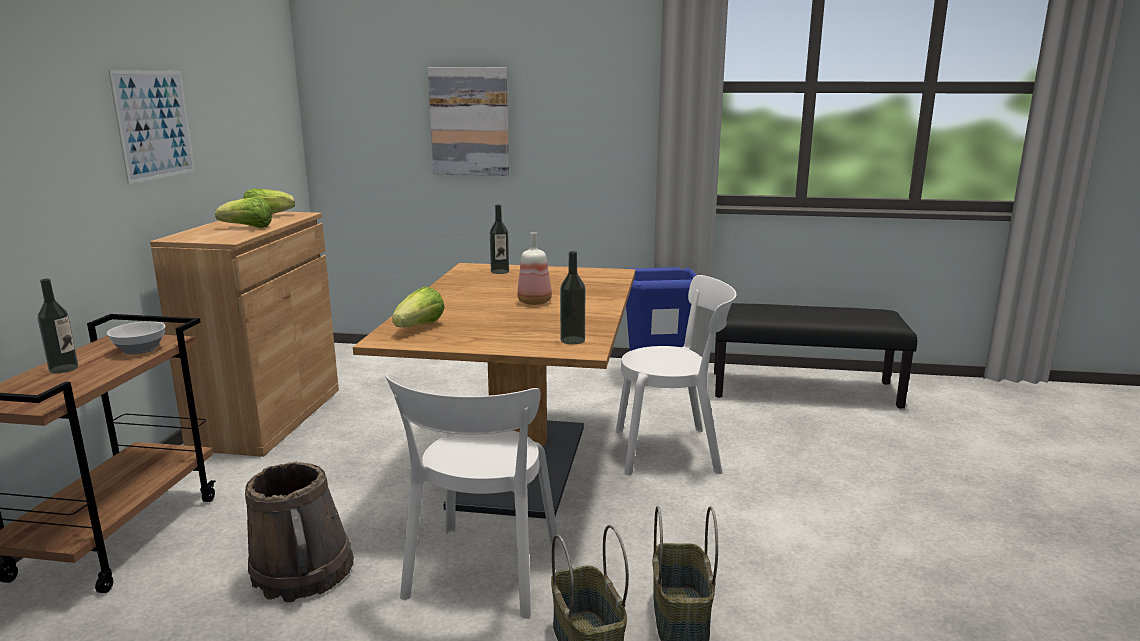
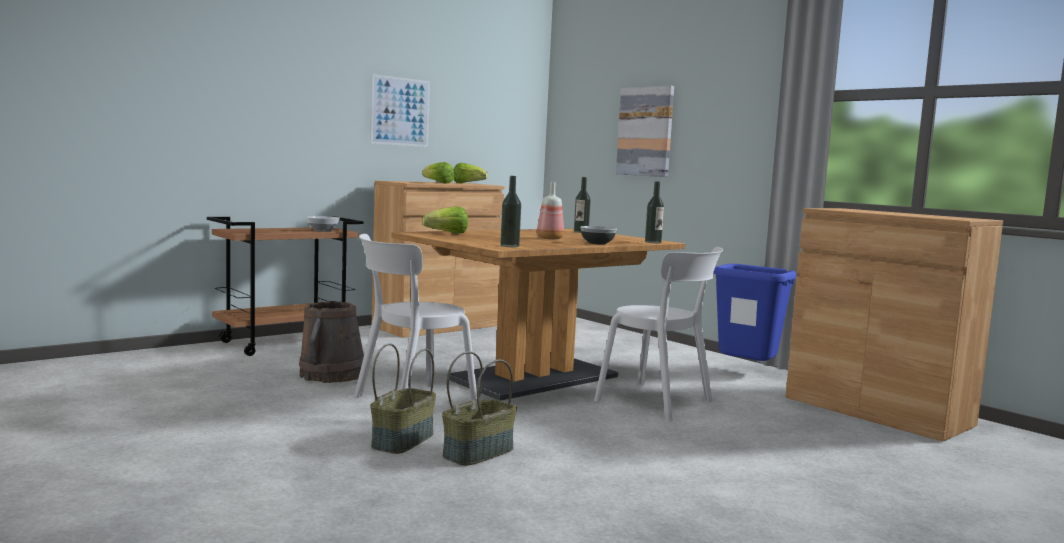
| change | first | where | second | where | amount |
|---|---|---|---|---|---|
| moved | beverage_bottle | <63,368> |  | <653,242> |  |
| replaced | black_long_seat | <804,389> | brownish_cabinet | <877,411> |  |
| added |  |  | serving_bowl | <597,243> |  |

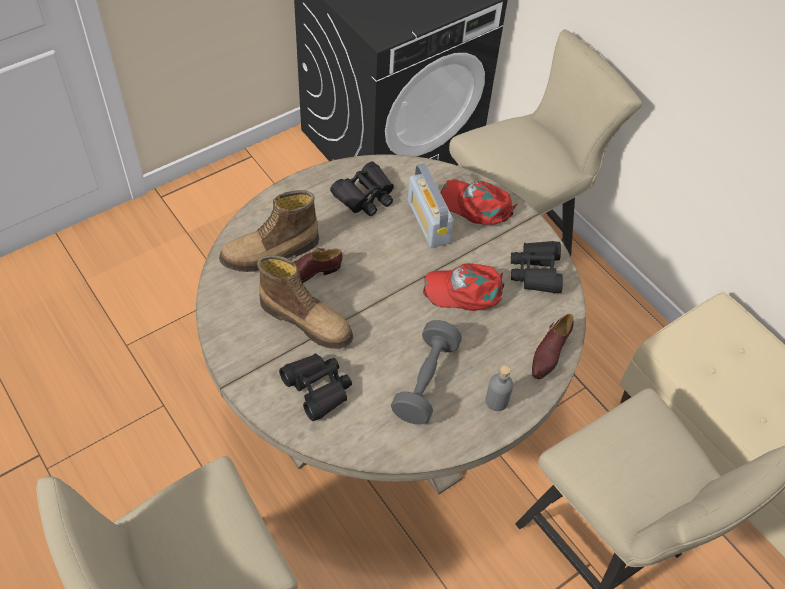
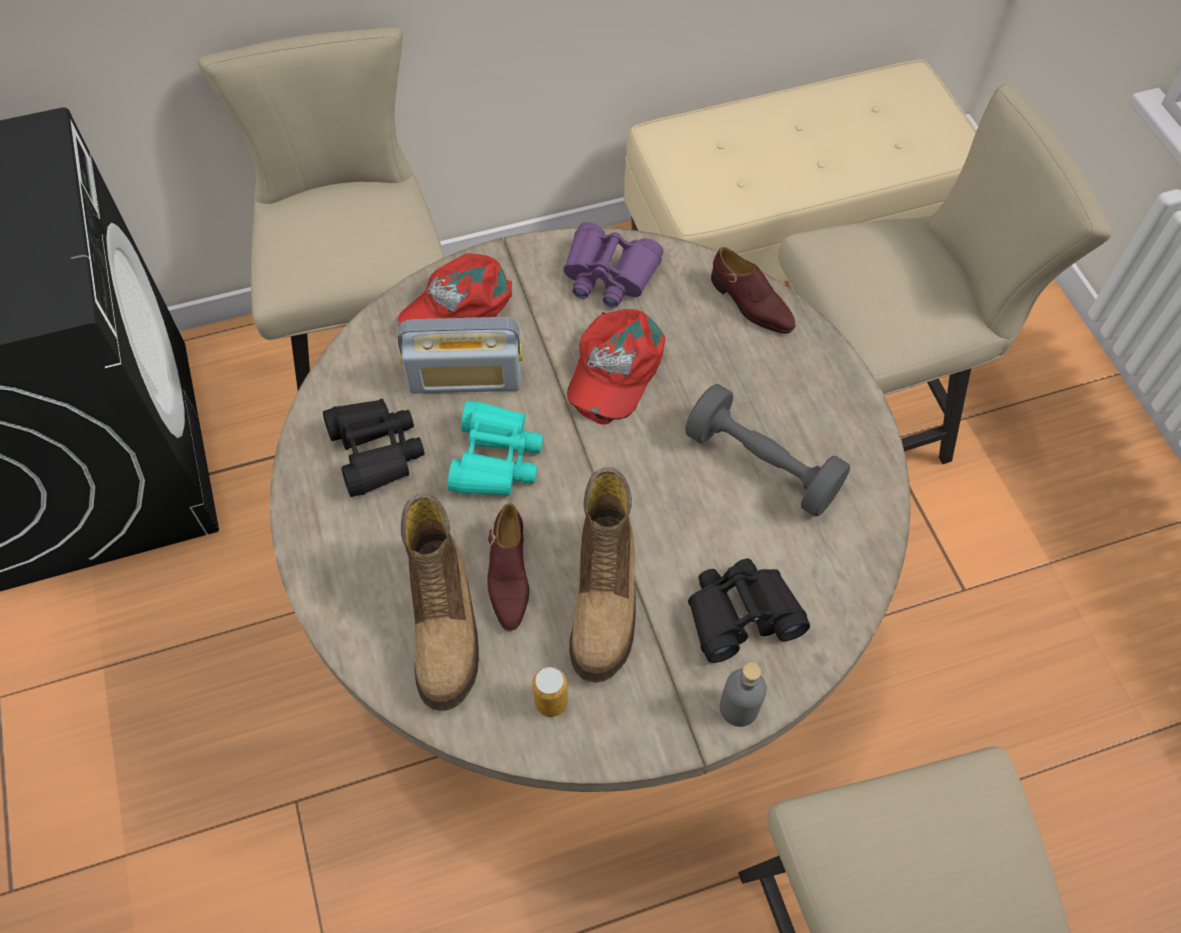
| change | first | where | second | where | amount |
|---|---|---|---|---|---|
| recoloured | black_pair_of_binoculars | <536,272> | purple-coloured_pair_of_binoculars | <609,274> |  |
| turned | tall_boot | <307,320> |  | <605,600> | 135 degrees clockwise |
| moved | gray_beverage_bottle | <496,401> |  | <738,708> |  |
| added |  |  | blue-green_pair_of_binoculars | <495,459> |  |
| added |  |  | can | <551,702> |  |

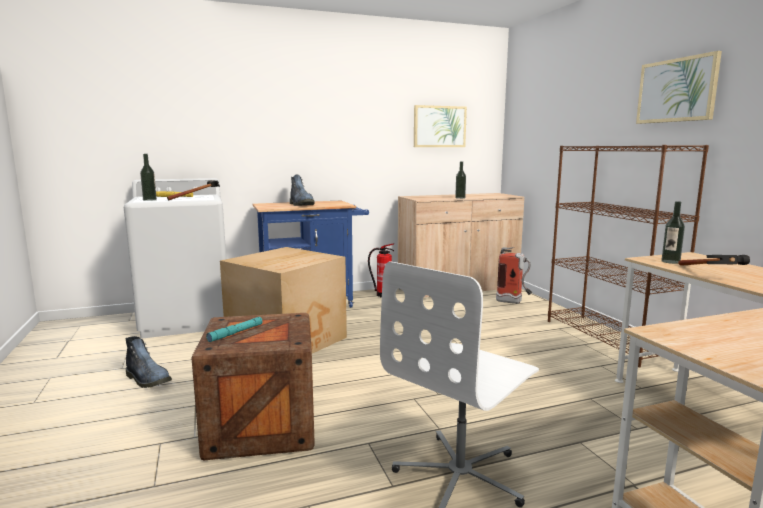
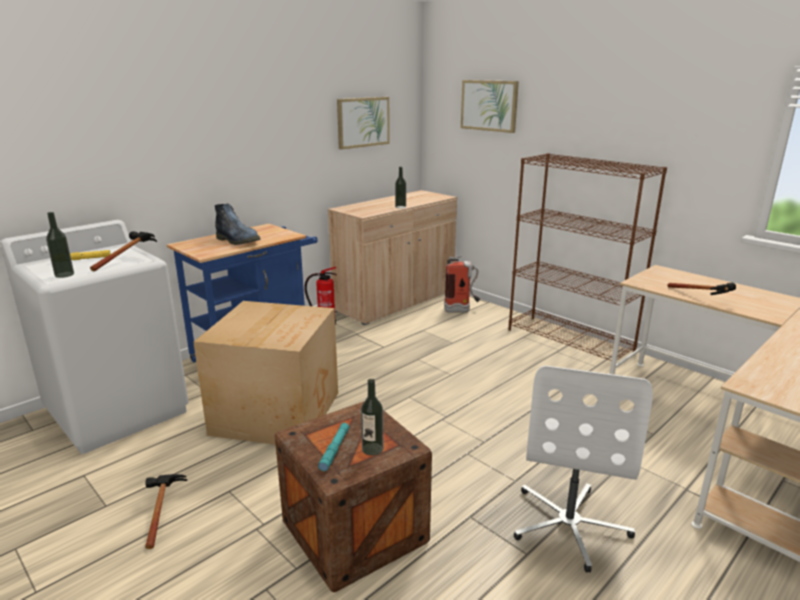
| change | first | where | second | where | amount |
|---|---|---|---|---|---|
| moved | wall_art | <677,90> |  | <489,105> |  |
| moved | beverage_bottle | <670,261> |  | <372,449> |  |
| replaced | tall_boot | <148,380> | hammer | <162,512> |  |

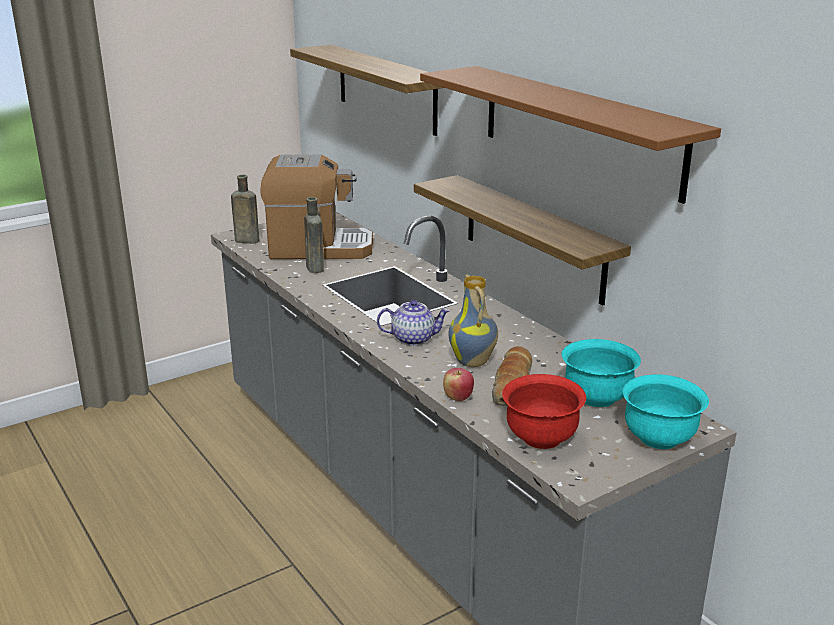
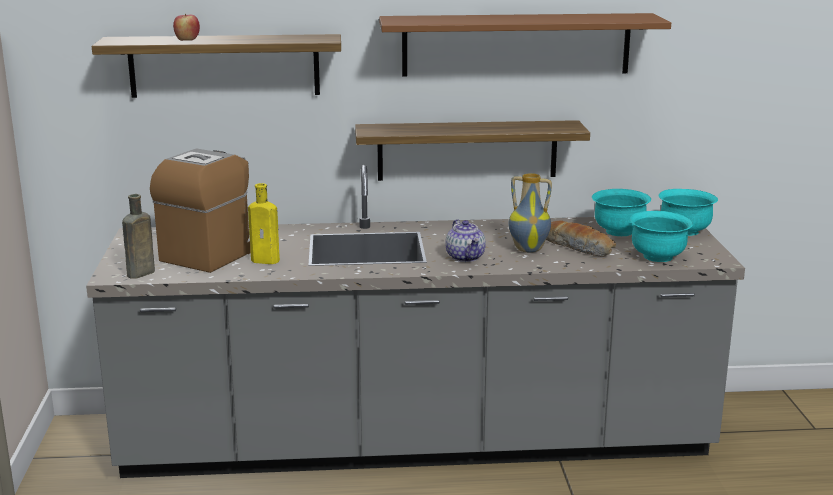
| change | first | where | second | where | amount |
|---|---|---|---|---|---|
| recoloured | brownish_beverage_bottle | <315,269> | yellow_beverage_bottle | <267,260> |  |
| turned | teapot | <413,338> |  | <466,257> | 135 degrees clockwise |
| moved | apple | <458,397> |  | <187,40> |  |
| recoloured | red-coloured_serving_bowl | <541,438> | blue-green_serving_bowl | <657,257> |  |

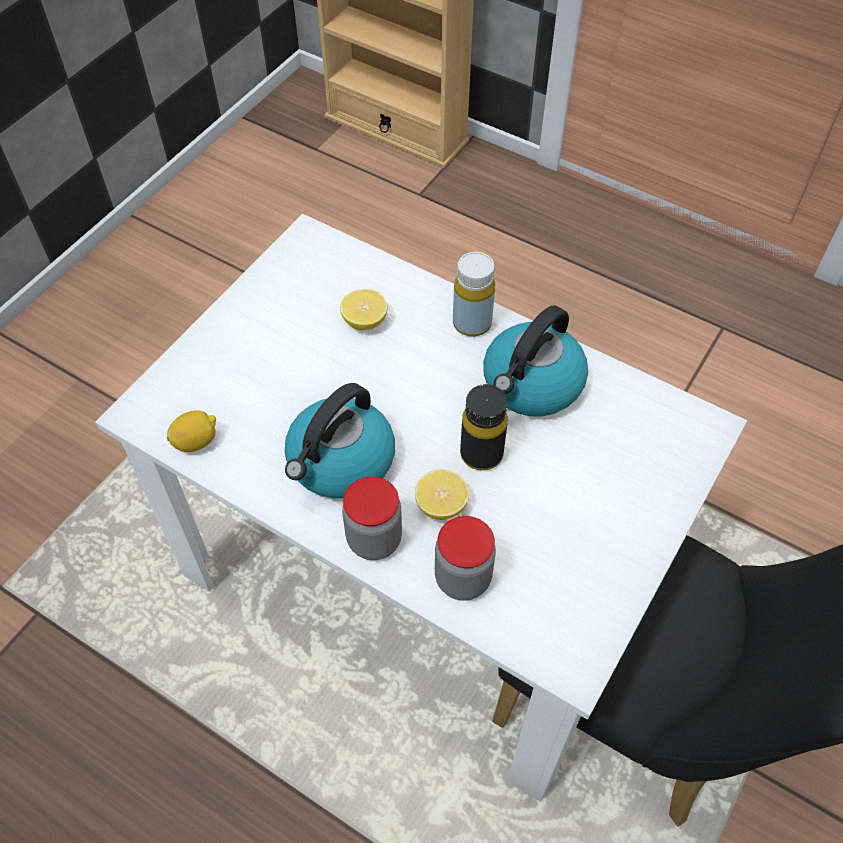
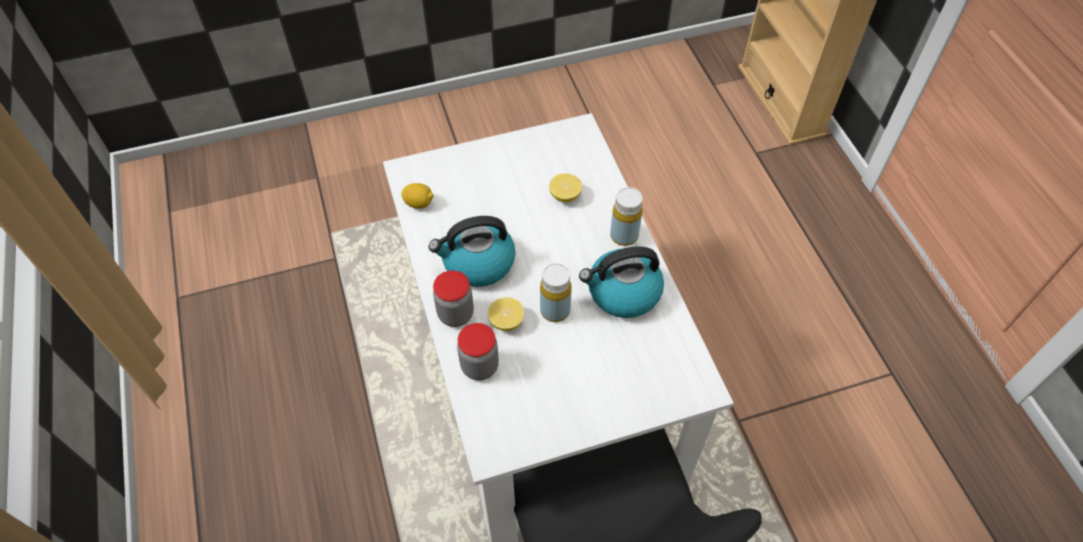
| change | first | where | second | where | amount |
|---|---|---|---|---|---|
| recoloured | black_beverage_bottle | <481,454> | yellow_beverage_bottle | <555,310> |  |

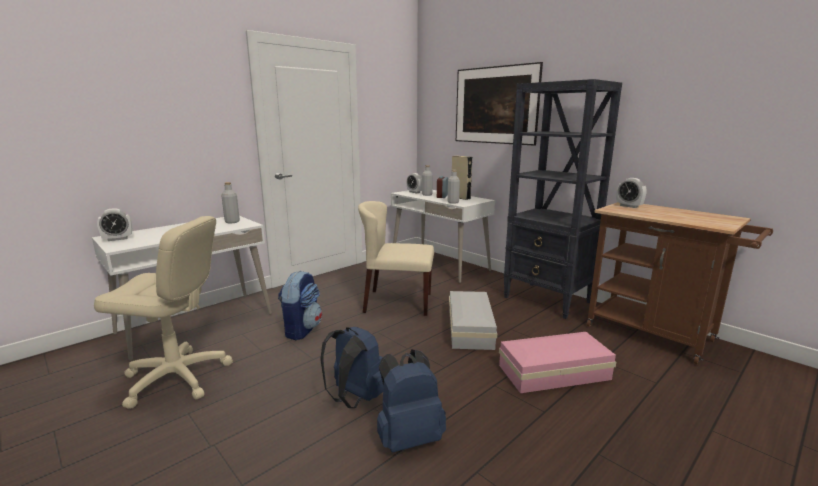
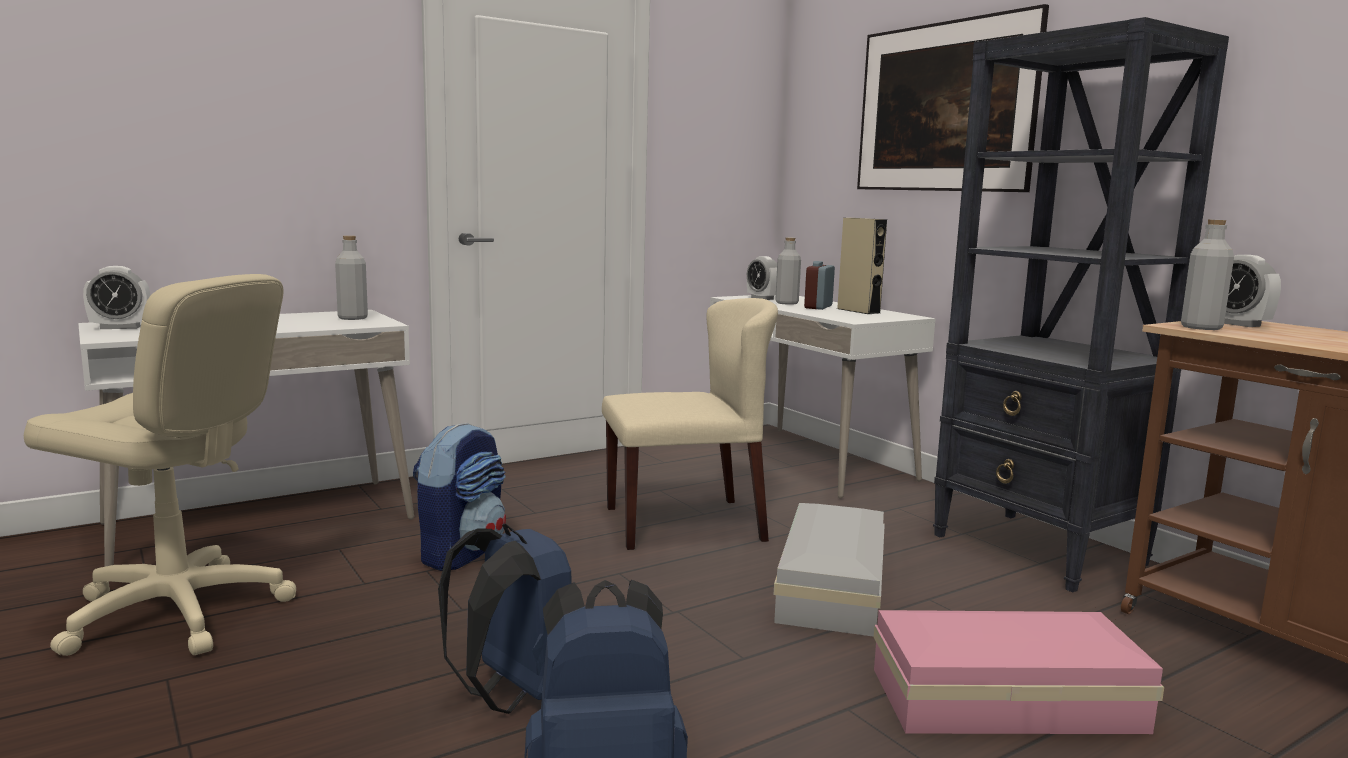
| change | first | where | second | where | amount |
|---|---|---|---|---|---|
| moved | gray_beverage_bottle | <453,202> |  | <1201,327> |  |
| turned | beige_chair | <397,302> |  | <685,523> | 150 degrees clockwise |

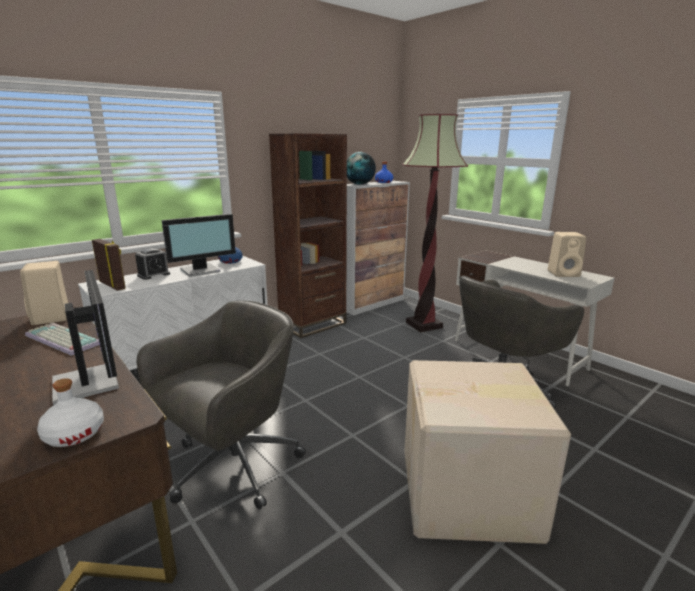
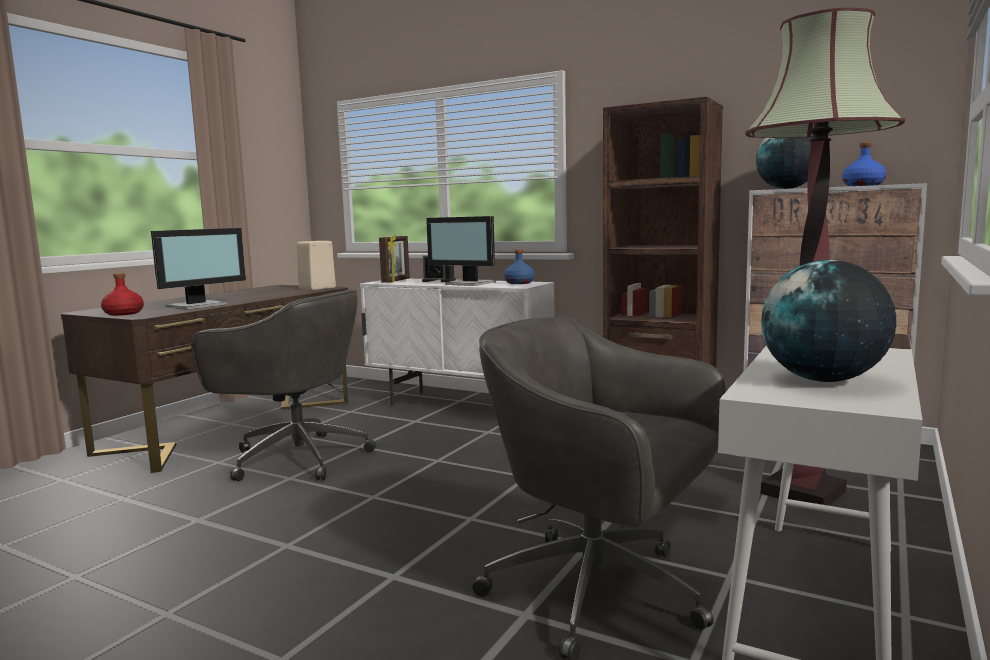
| change | first | where | second | where | amount |
|---|---|---|---|---|---|
| replaced | beige_audio_speaker | <564,274> | desk_globe | <823,380> |  |
| removed | keyboard | <60,340> |  |  |  |
| removed | carton | <469,494> |  |  |  |
| recoloured | white-coloured_beverage_bottle | <74,434> | red-coloured_beverage_bottle | <124,313> |  |

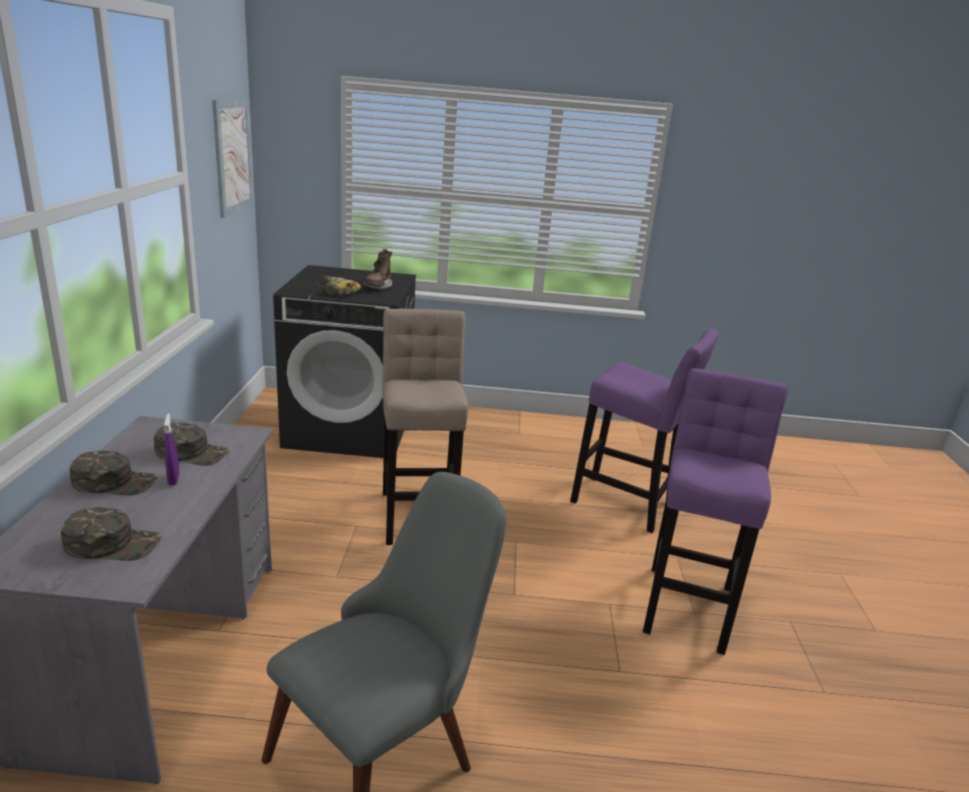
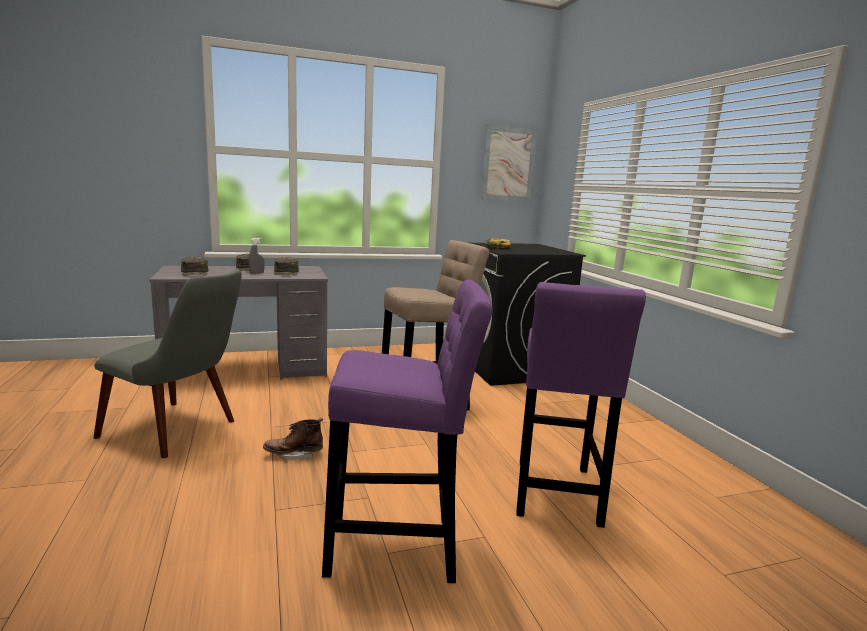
| change | first | where | second | where | amount |
|---|---|---|---|---|---|
| moved | brownish_tall_boot | <378,287> |  | <294,455> |  |
| recoloured | purple-coloured_hand_sprayer | <173,479> | gray_hand_sprayer | <256,273> |  |

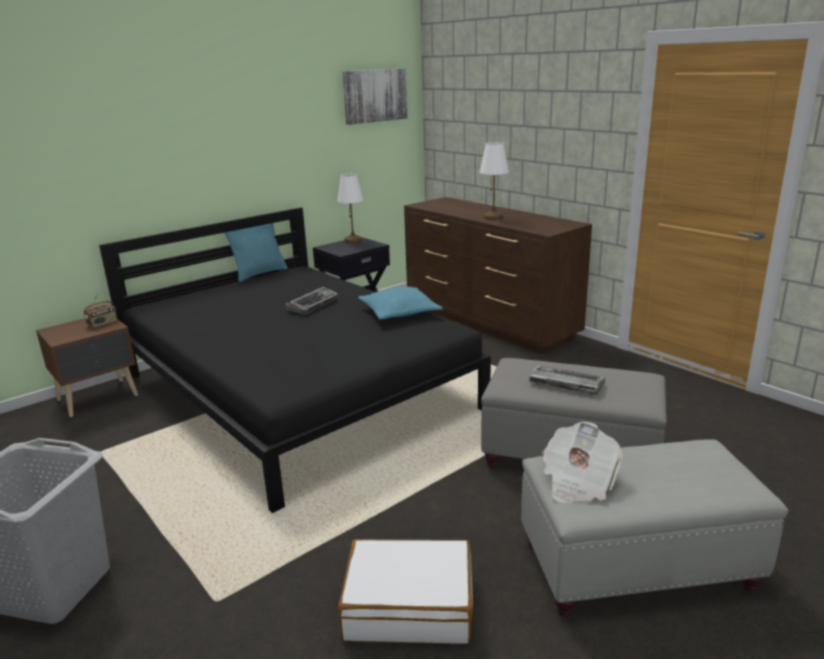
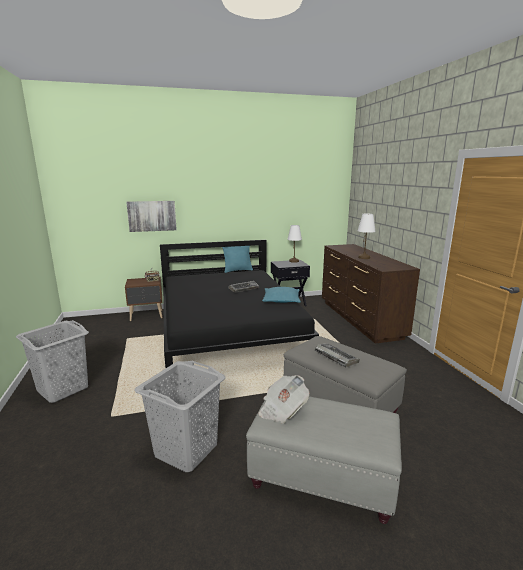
| change | first | where | second | where | amount |
|---|---|---|---|---|---|
| moved | wall_art | <375,95> |  | <152,216> |  |
| replaced | white-coloured_suitcase | <409,605> | gray_laundry_basket | <185,450> |  |

